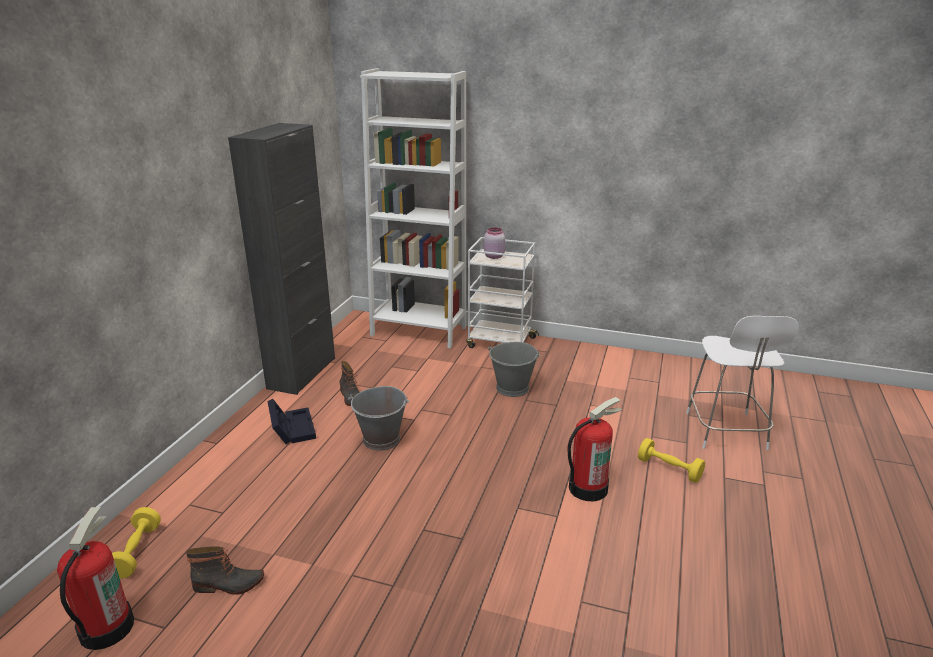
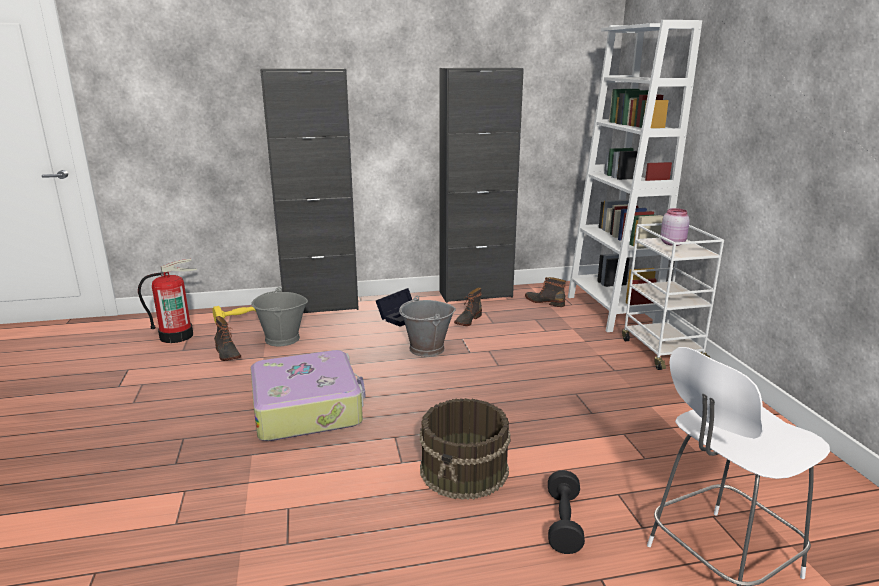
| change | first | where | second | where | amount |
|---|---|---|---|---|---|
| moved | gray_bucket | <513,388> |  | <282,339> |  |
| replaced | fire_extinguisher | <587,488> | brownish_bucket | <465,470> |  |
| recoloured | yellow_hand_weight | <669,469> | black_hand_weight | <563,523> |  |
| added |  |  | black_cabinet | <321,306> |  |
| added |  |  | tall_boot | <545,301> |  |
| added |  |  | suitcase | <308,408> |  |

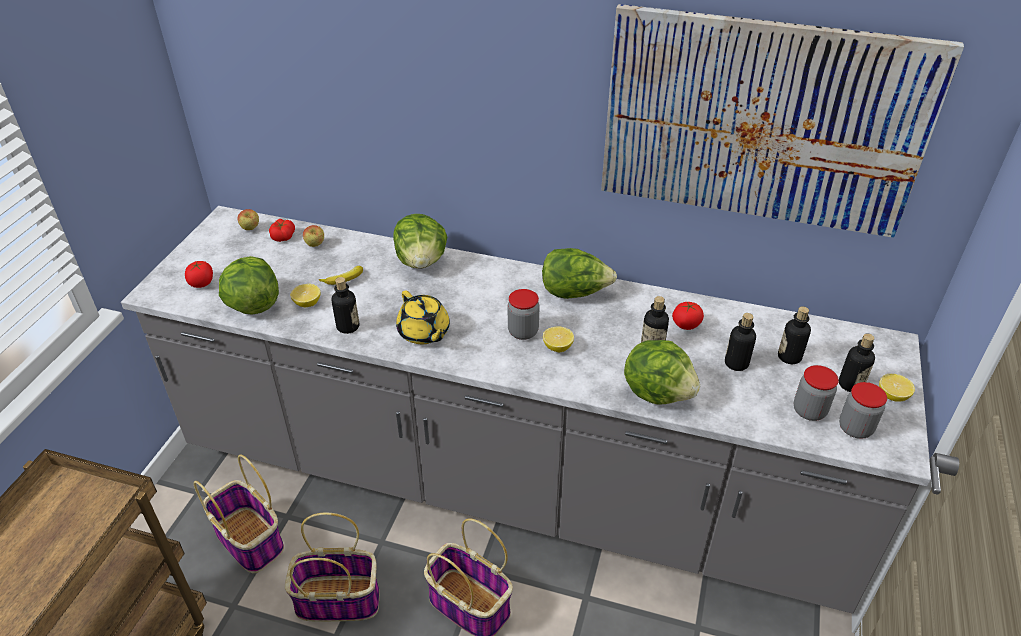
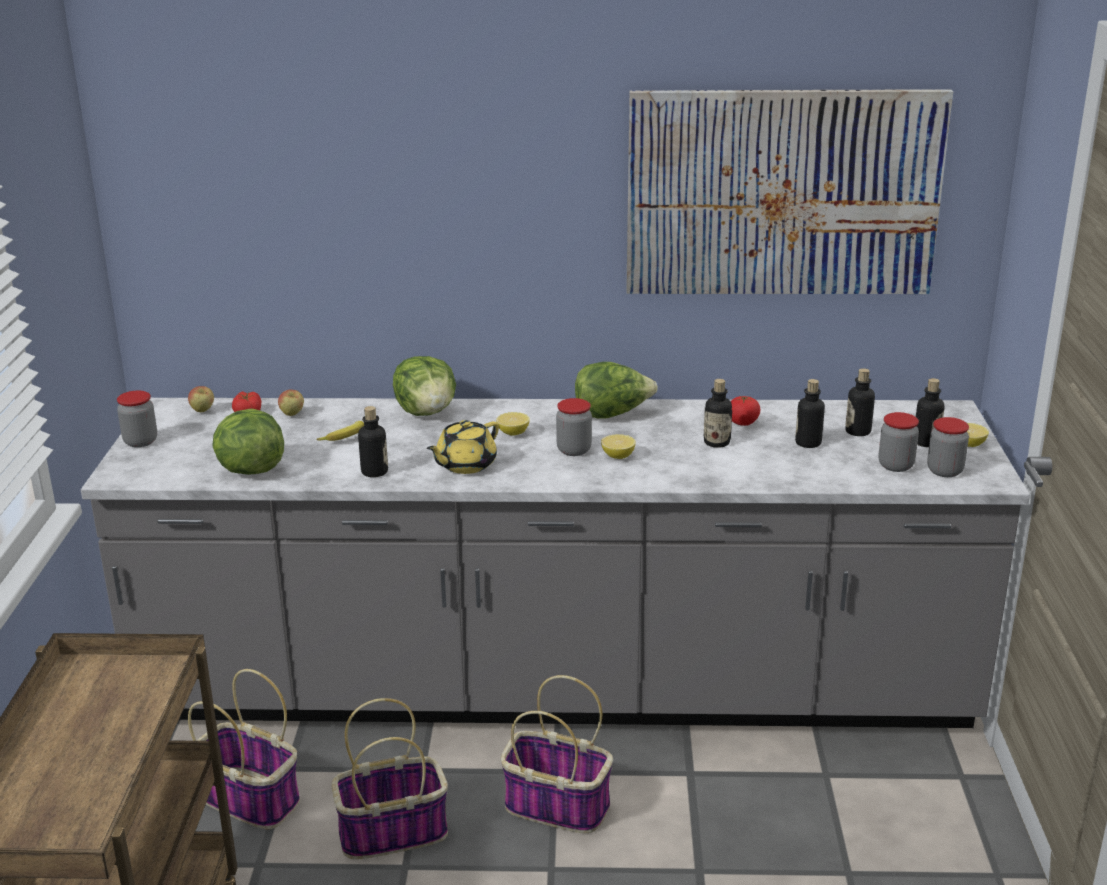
| change | first | where | second | where | amount |
|---|---|---|---|---|---|
| removed | whole_tomato | <201,283> |  |  |  |
| moved | whole_lemon | <307,303> |  | <513,433> |  |
| turned | yellow_teapot | <424,333> |  | <465,465> | 90 degrees clockwise |
| removed | lettuce | <658,392> |  |  |  |
| added |  |  | storage_jar | <140,441> |  |

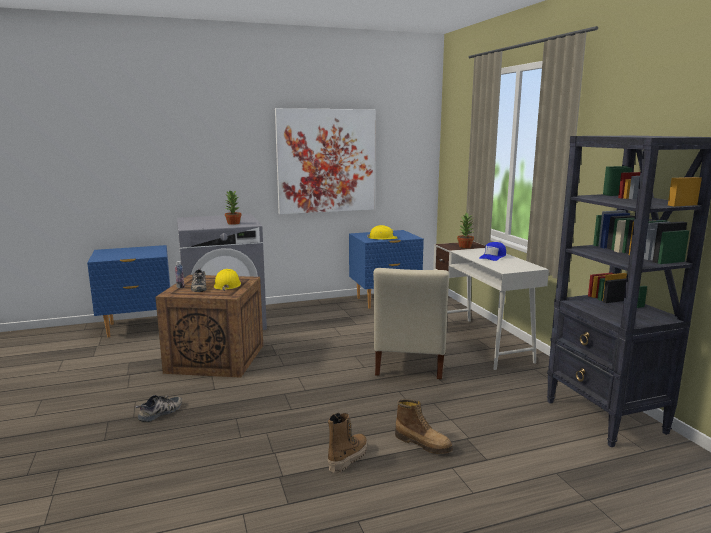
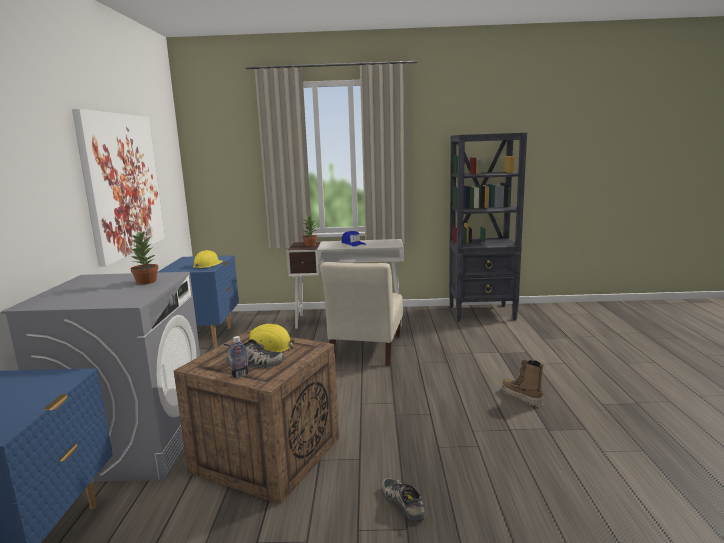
| change | first | where | second | where | amount |
|---|---|---|---|---|---|
| turned | beige_chair | <409,362> |  | <366,350> | 75 degrees clockwise |
| removed | tall_boot | <423,443> |  |  |  |

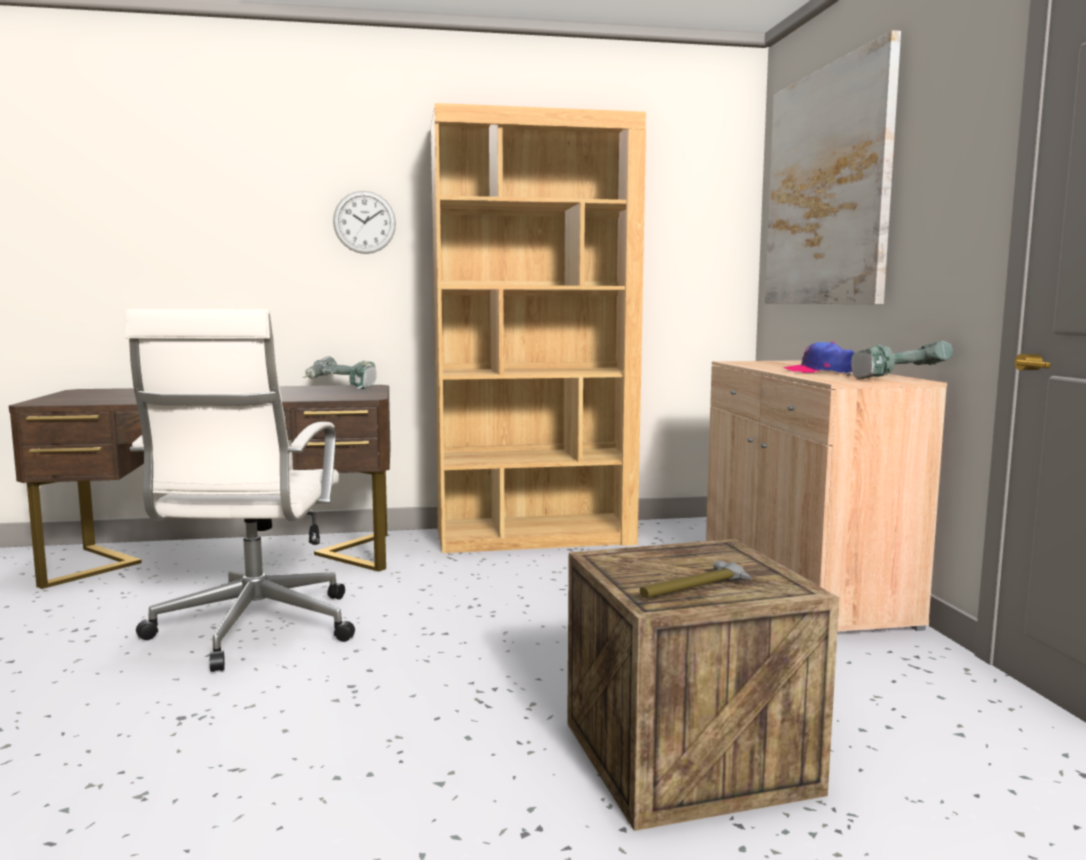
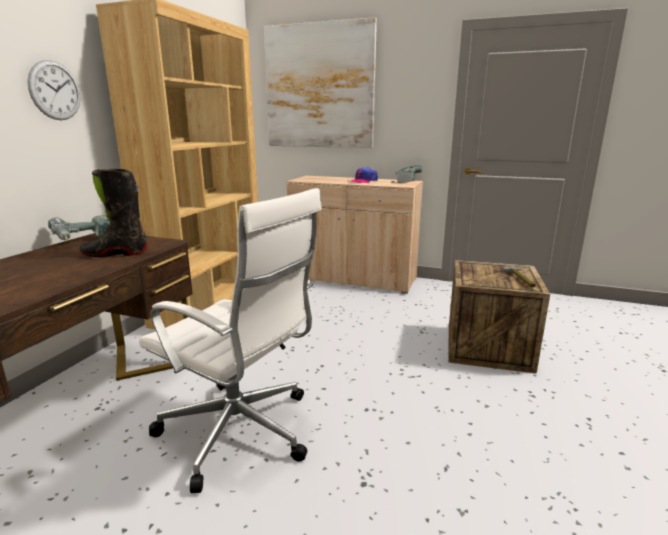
| change | first | where | second | where | amount |
|---|---|---|---|---|---|
| added |  |  | black_tall_boot | <115,254> |  |

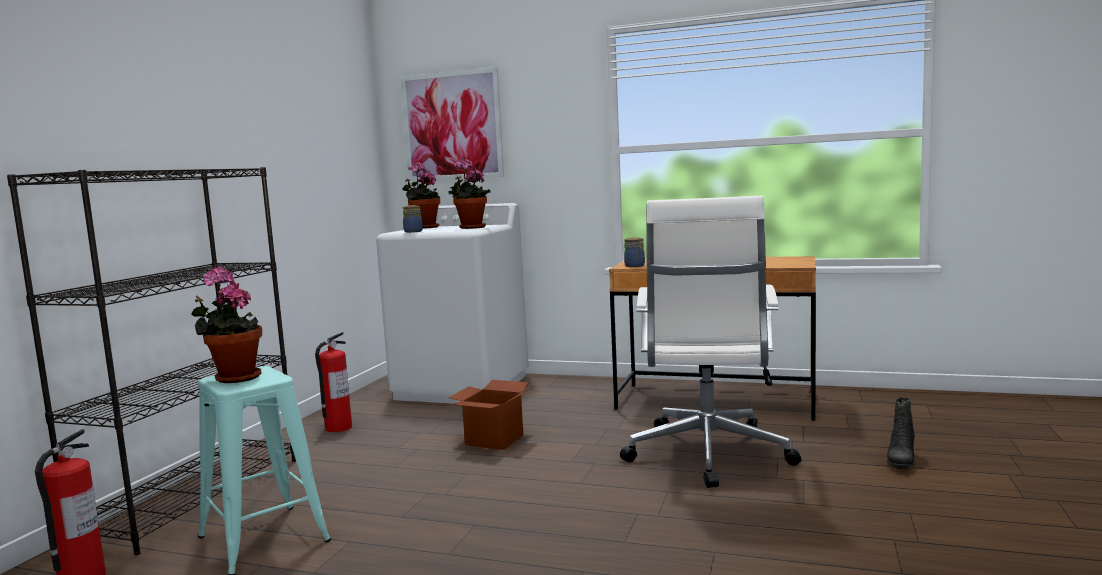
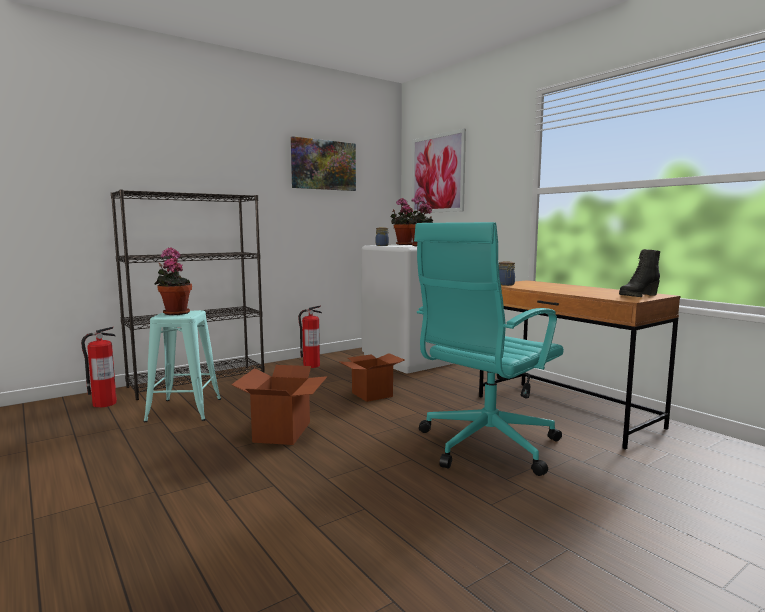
| change | first | where | second | where | amount |
|---|---|---|---|---|---|
| recoloured | white-coloured_computer_chair | <707,455> | blue-green_computer_chair | <484,446> |  |
| moved | black_tall_boot | <900,461> |  | <637,296> |  |
| added |  |  | wall_art | <323,165> |  |
| added |  |  | carton | <283,432> |  |

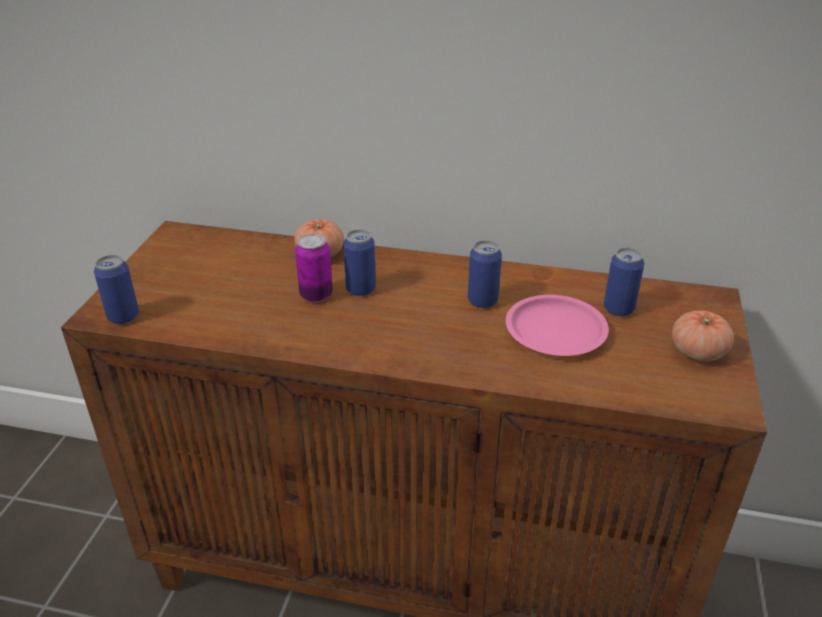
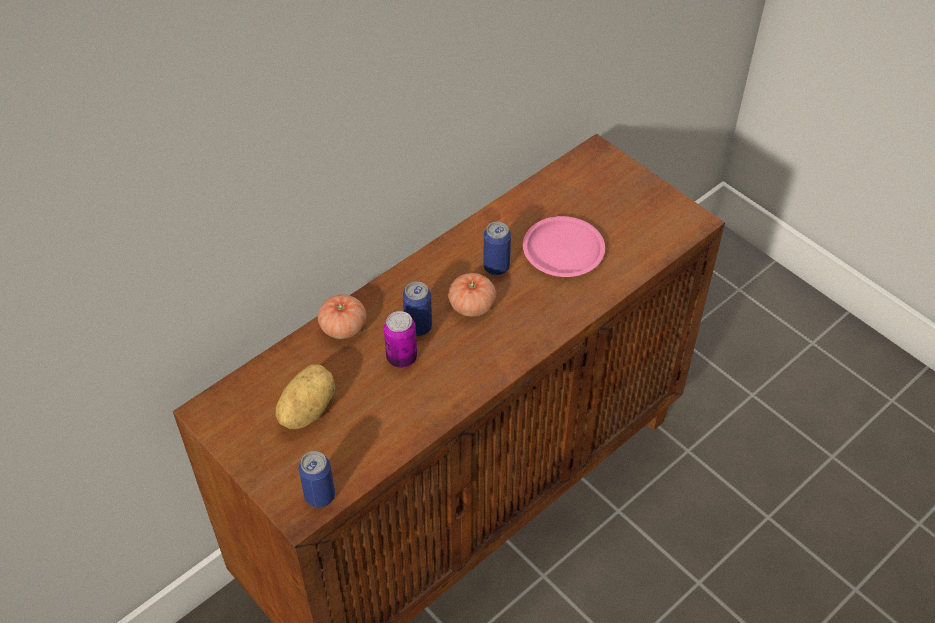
| change | first | where | second | where | amount |
|---|---|---|---|---|---|
| removed | can | <618,309> |  |  |  |
| moved | whole_tomato | <697,352> |  | <472,305> |  |
| added |  |  | potato | <306,410> |  |

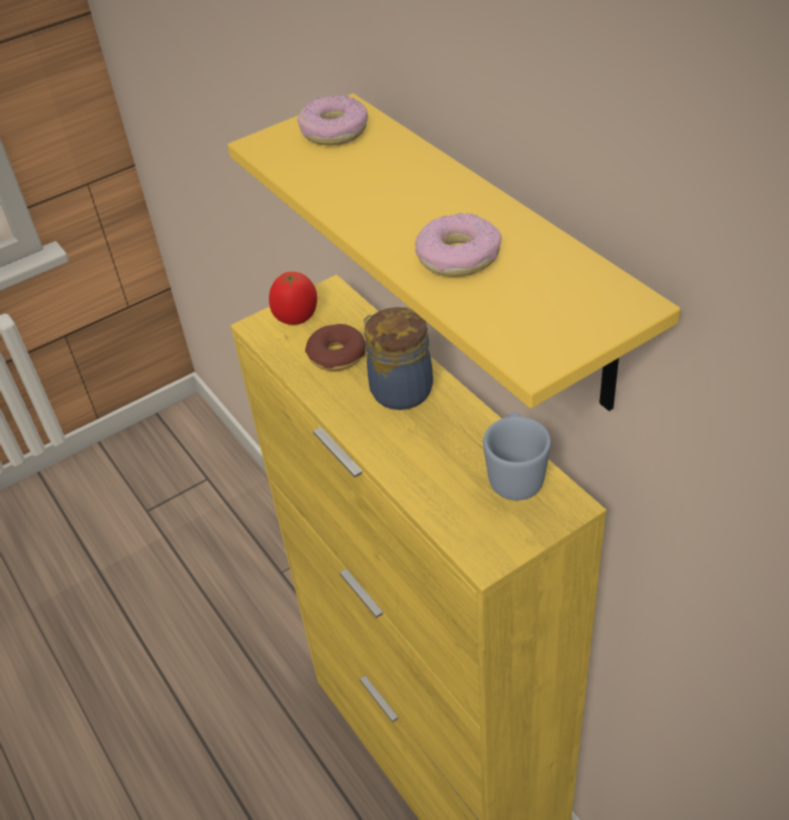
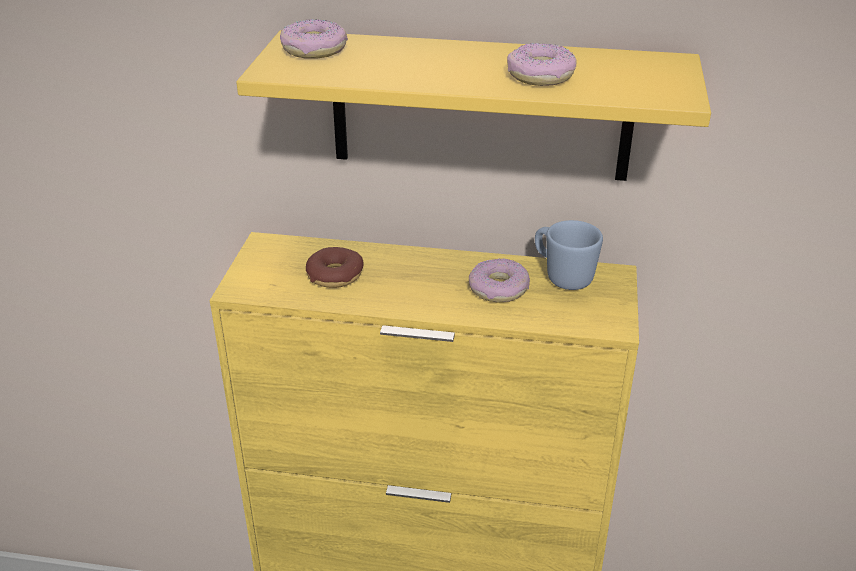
| change | first | where | second | where | amount |
|---|---|---|---|---|---|
| removed | whole_tomato | <296,318> |  |  |  |
| removed | storage_jar | <399,389> |  |  |  |
| added |  |  | ring_doughnut | <499,289> |  |

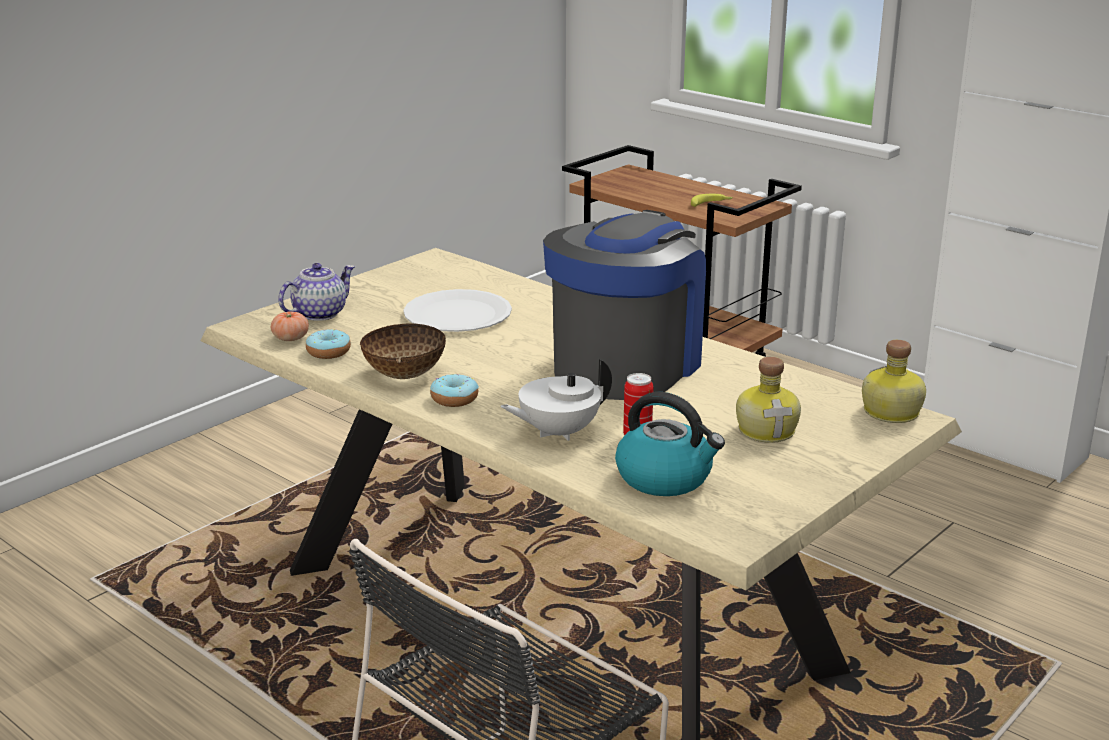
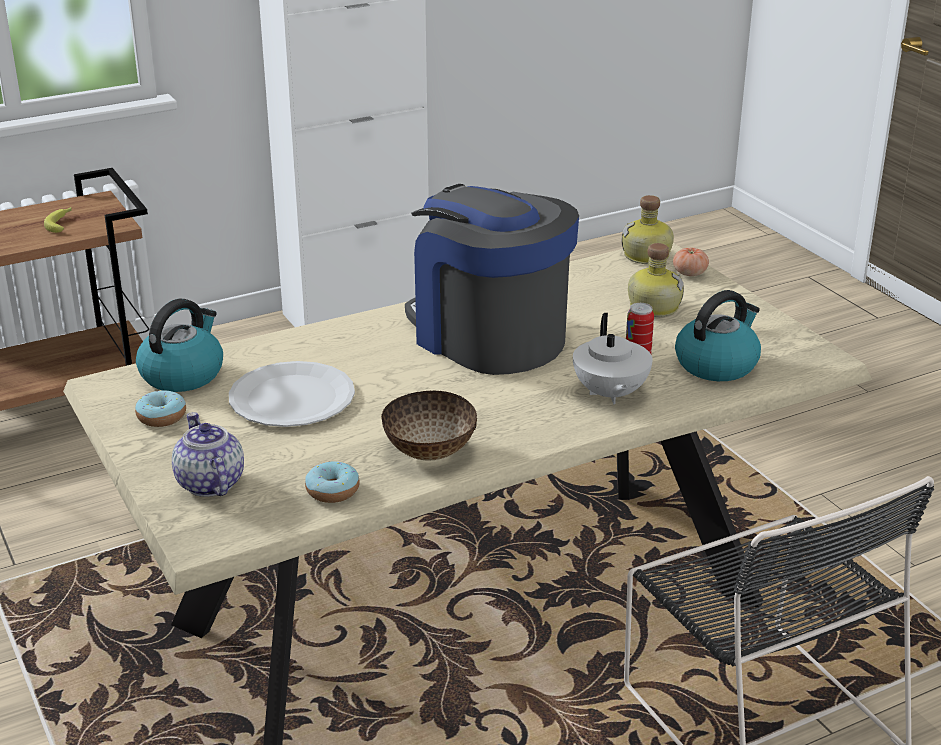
| change | first | where | second | where | amount |
|---|---|---|---|---|---|
| moved | whole_tomato | <290,338> |  | <689,273> |  |
| moved | ring_doughnut | <454,399> |  | <161,417> |  |
| added |  |  | kettle | <182,374> |  |

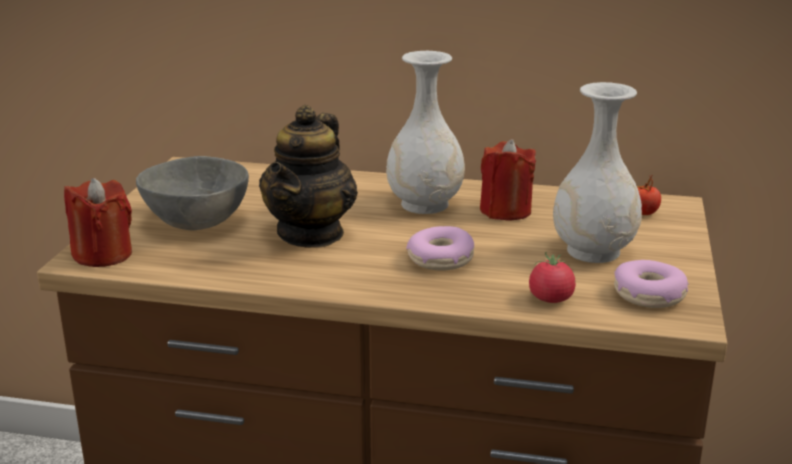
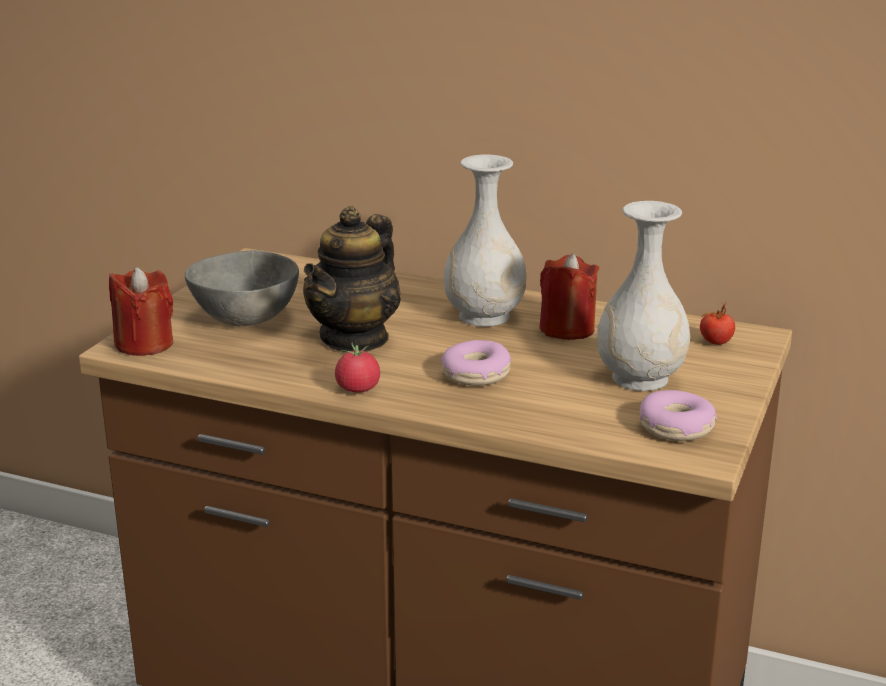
| change | first | where | second | where | amount |
|---|---|---|---|---|---|
| moved | whole_tomato | <550,299> |  | <358,389> |  |

